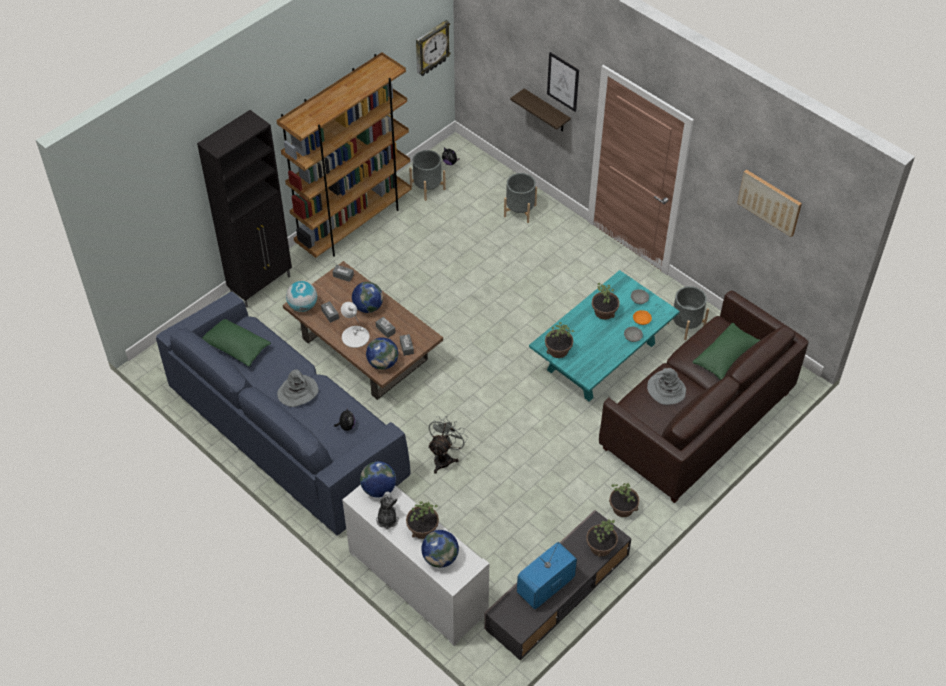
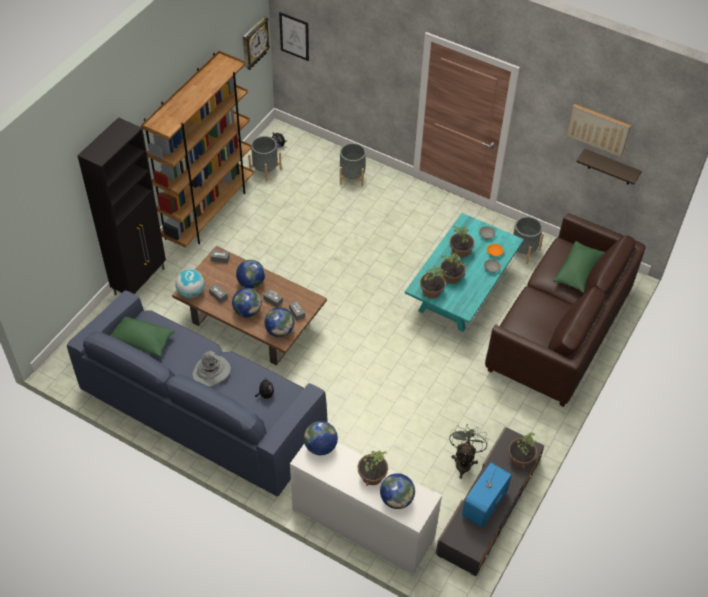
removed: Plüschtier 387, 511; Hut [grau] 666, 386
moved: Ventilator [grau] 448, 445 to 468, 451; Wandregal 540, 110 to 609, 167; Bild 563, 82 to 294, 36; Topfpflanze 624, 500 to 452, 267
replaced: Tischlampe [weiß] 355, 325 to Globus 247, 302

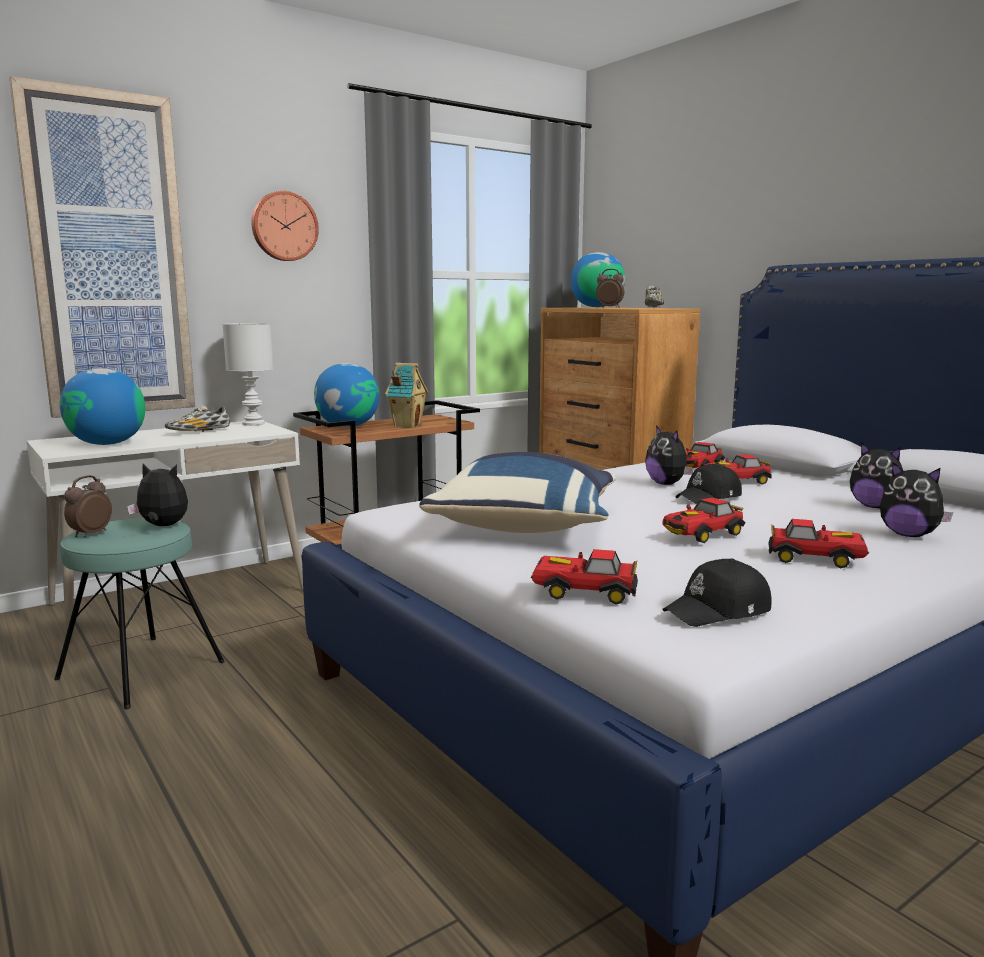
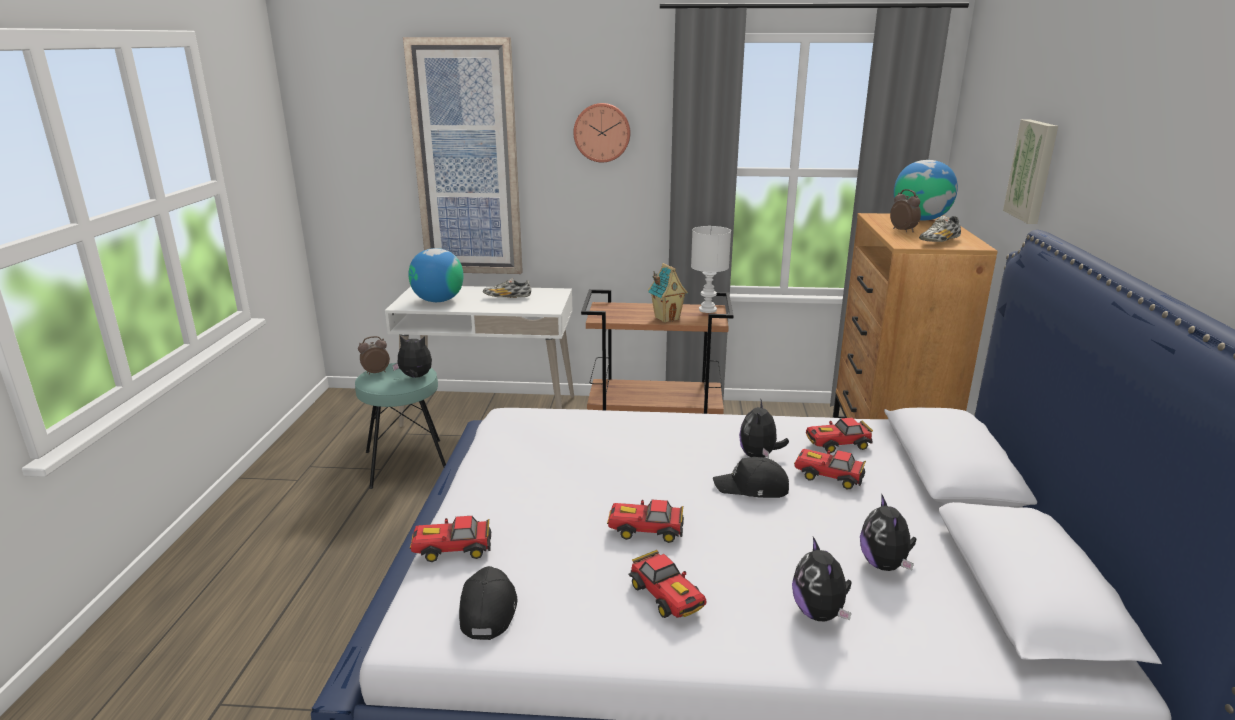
removed: Globus 346, 395; Kissen [blau] 517, 492
added: Bild 1030, 171
moved: Tischlampe [weiß] 248, 374 to 711, 269
turned: Plüschtier 157, 495 = 412, 357 45 degrees counterclockwise; Spielzeugauto 584, 577 = 450, 539 60 degrees counterclockwise; Kappe [schwarz] 717, 592 = 488, 603 75 degrees clockwise

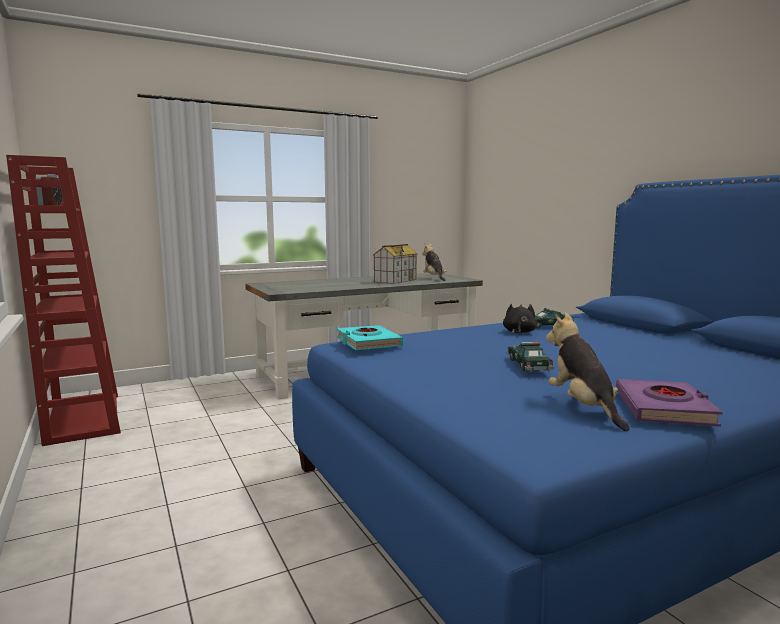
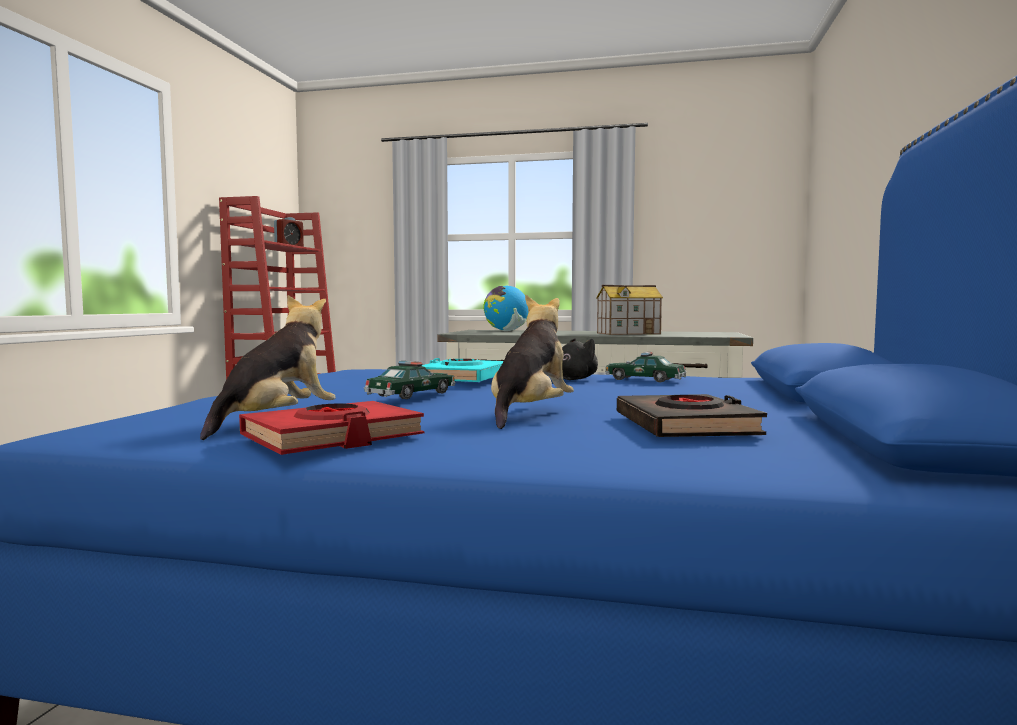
added: Globus 505, 308; Buch [schwarz] 692, 415
moved: Buch [türkis] 370, 337 to 462, 370; Plüschtier 434, 262 to 532, 361
recoloured: Buch [lila] 669, 403 to Buch [rot] 331, 428

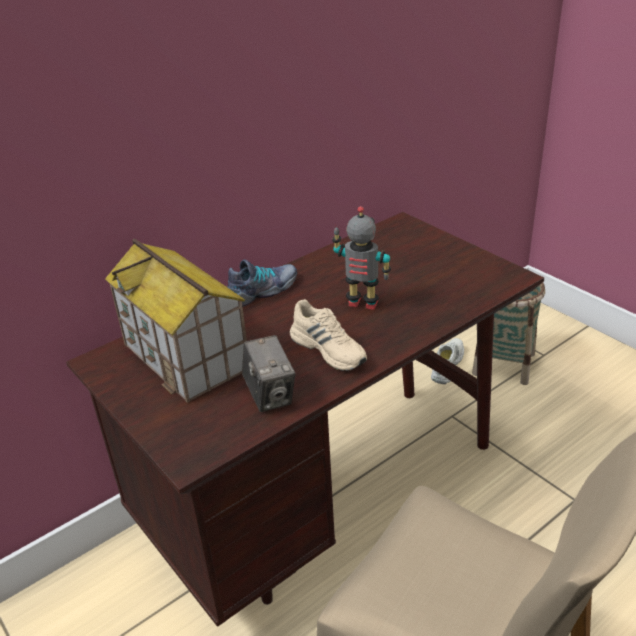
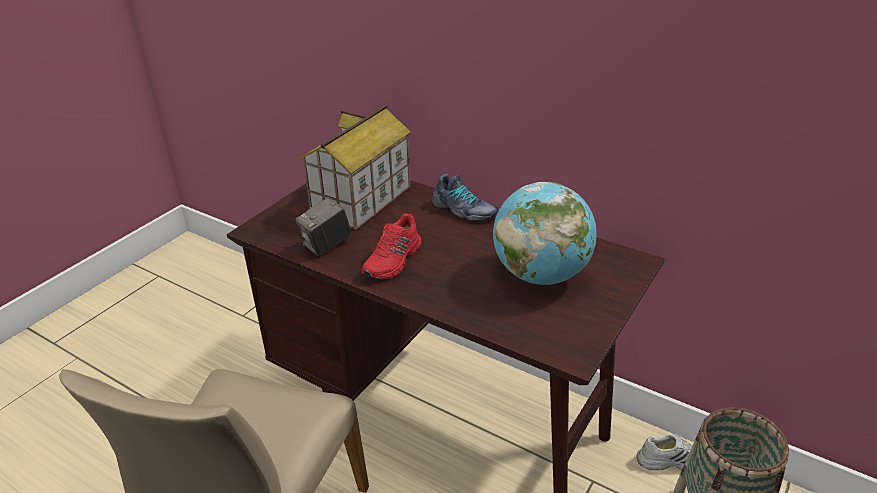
removed: Spielzeugroboter 361, 258
added: Globus 545, 233
recoloured: Schuh [beige] 328, 335 to Schuh [rot] 392, 246

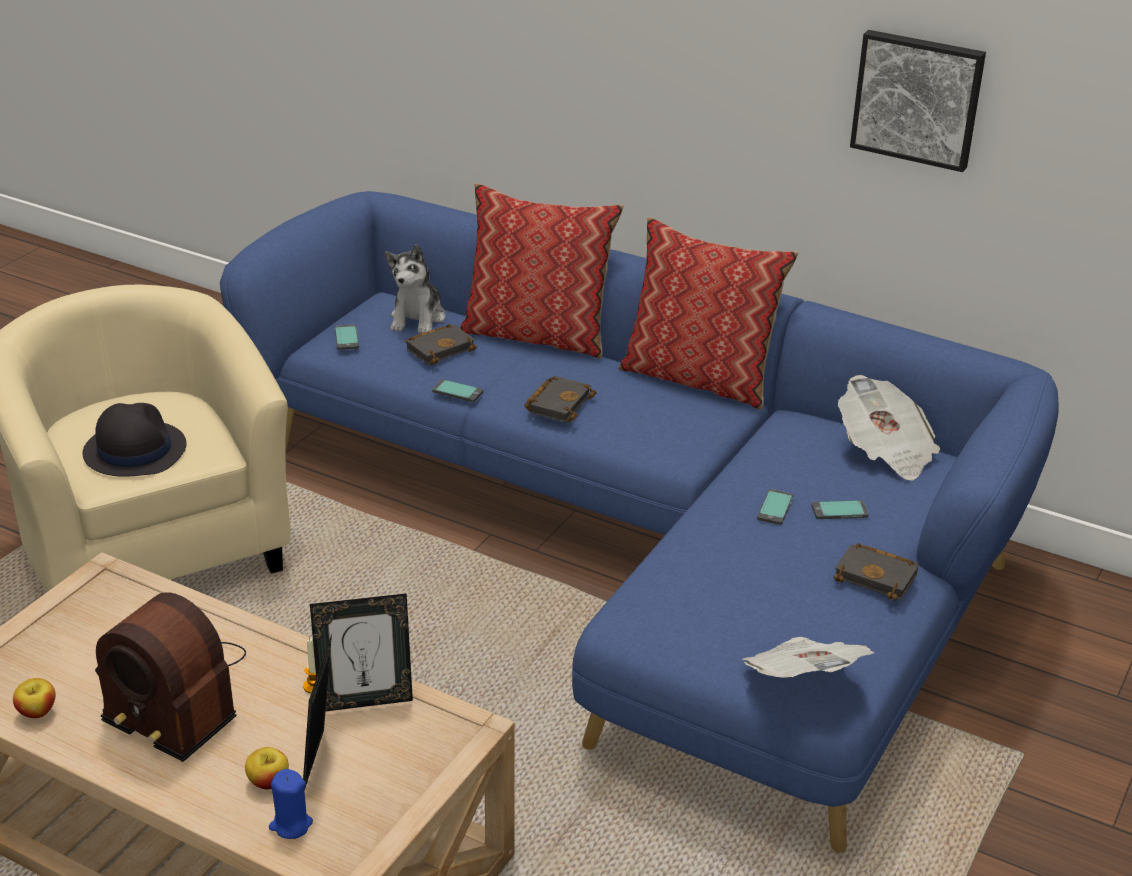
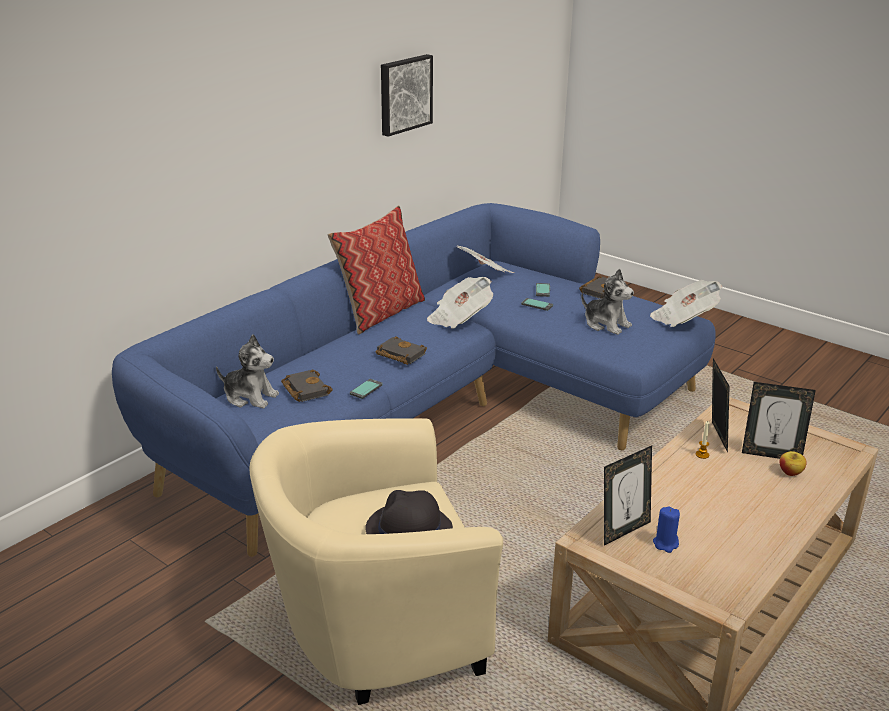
removed: Apfel 34, 698; Radio 170, 677; Handy 347, 337; Kissen 542, 271
added: Zeitung 460, 302; Plüschtier 607, 302; Bilderrahmen 628, 496
moved: Kerze [blau] 291, 804 to 666, 529

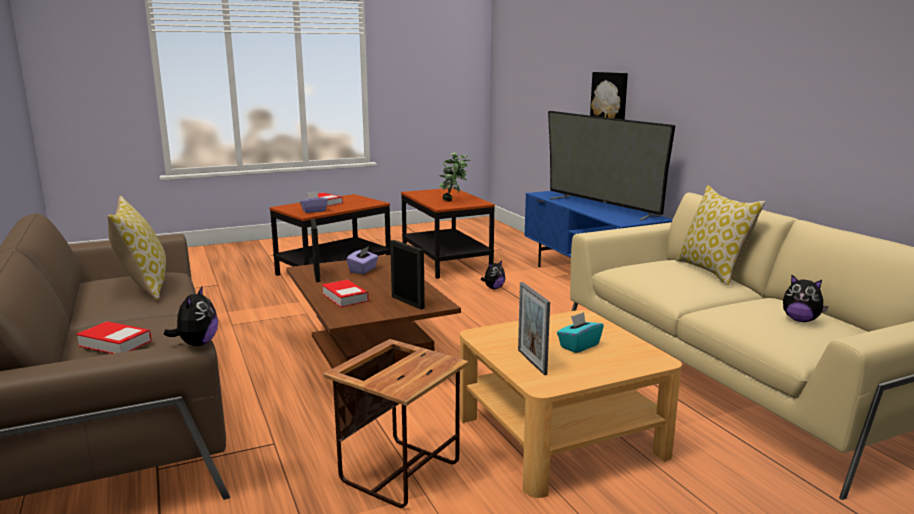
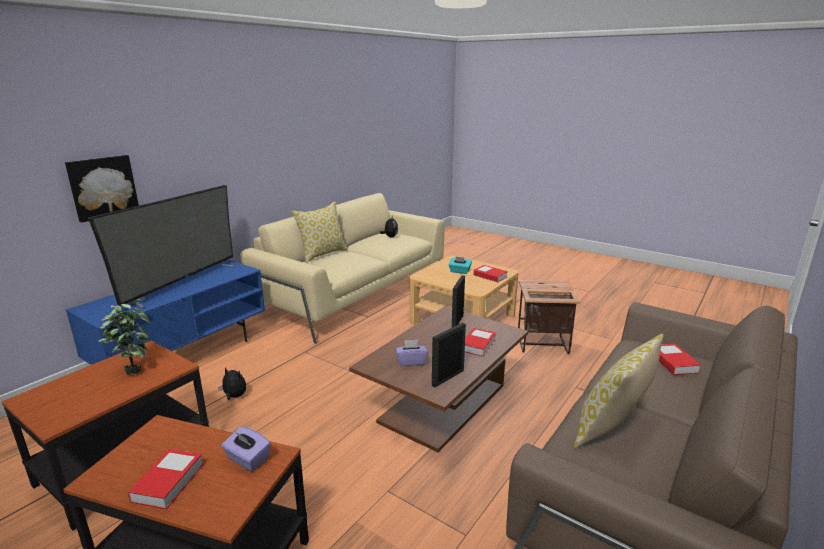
removed: Plüschtier 191, 315
replaced: Bilderrahmen 534, 328 to Buch 491, 273

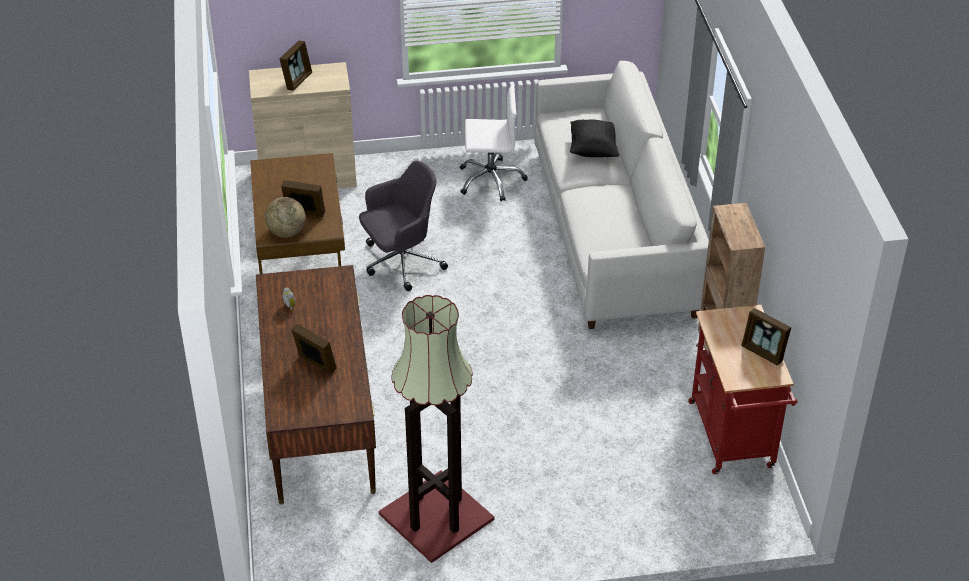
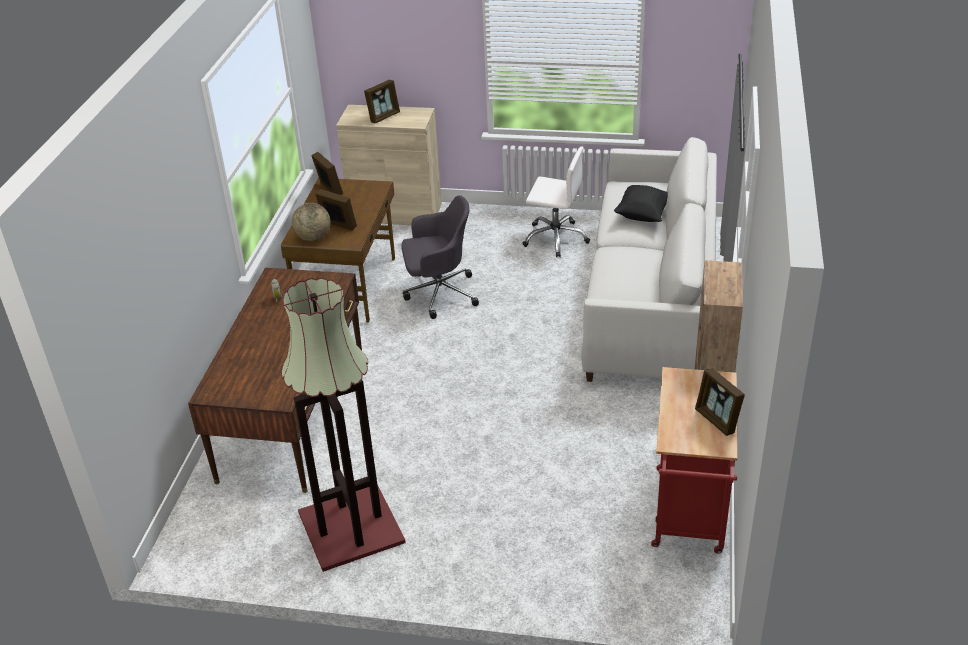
moved: Bilderrahmen 314, 349 to 327, 173

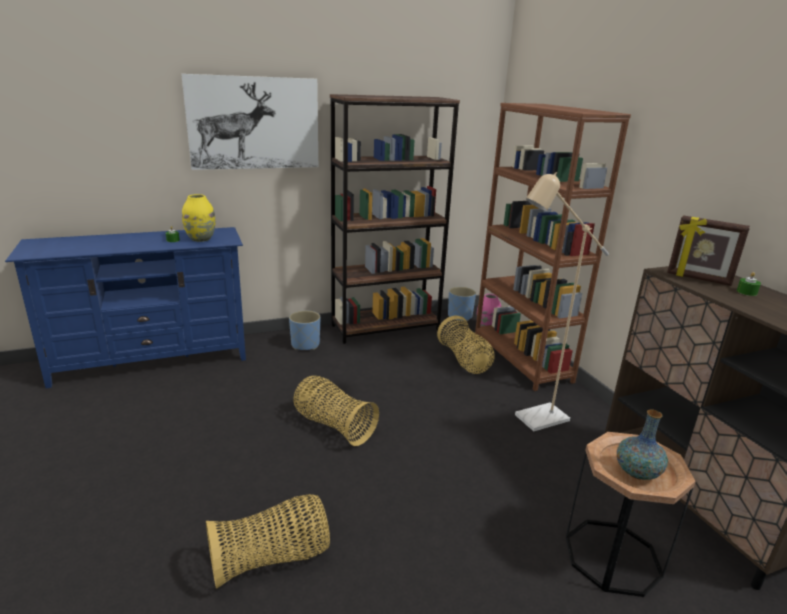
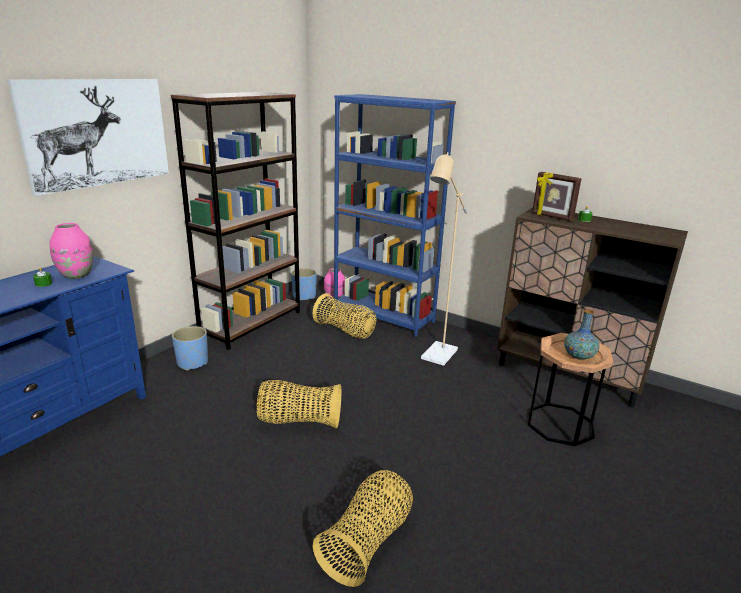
recoloured: Vase [gelb] 198, 218 to Vase [rosa] 71, 251; Bücherregal [braun] 553, 247 to Bücherregal [blau] 395, 215
turned: Bilderrahmen 708, 251 = 557, 196 45 degrees clockwise

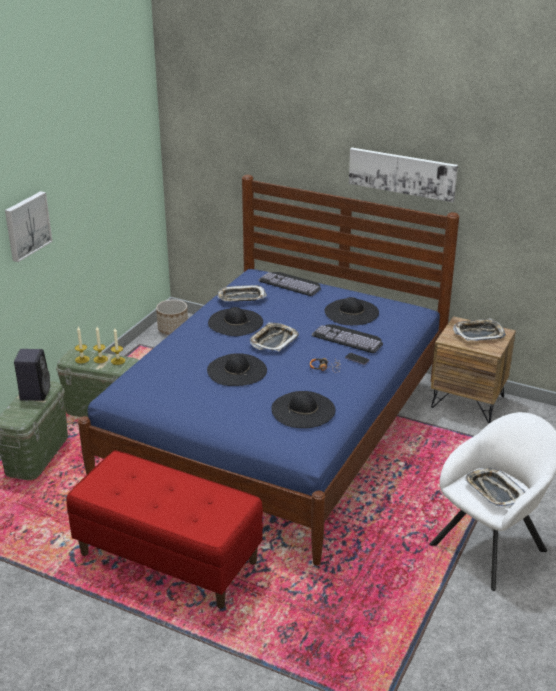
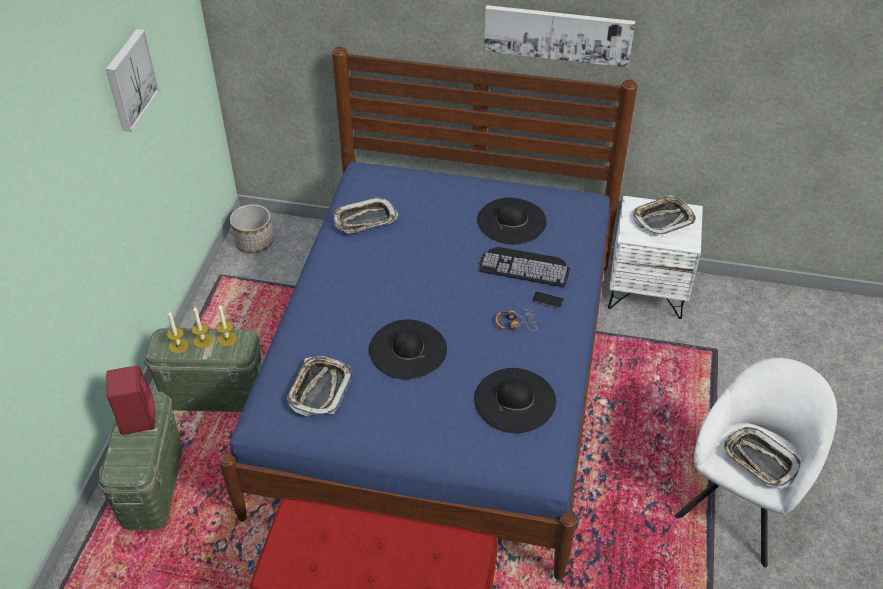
removed: Hut [schwarz] 235, 321; Tastatur 289, 284
moved: Bild 29, 226 to 132, 80; Tablett 274, 337 to 319, 386
recoloured: Lautsprecher [schwarz] 32, 375 to Lautsprecher [rot] 130, 400; Nachttisch [braun] 473, 369 to Nachttisch [weiß] 655, 257

